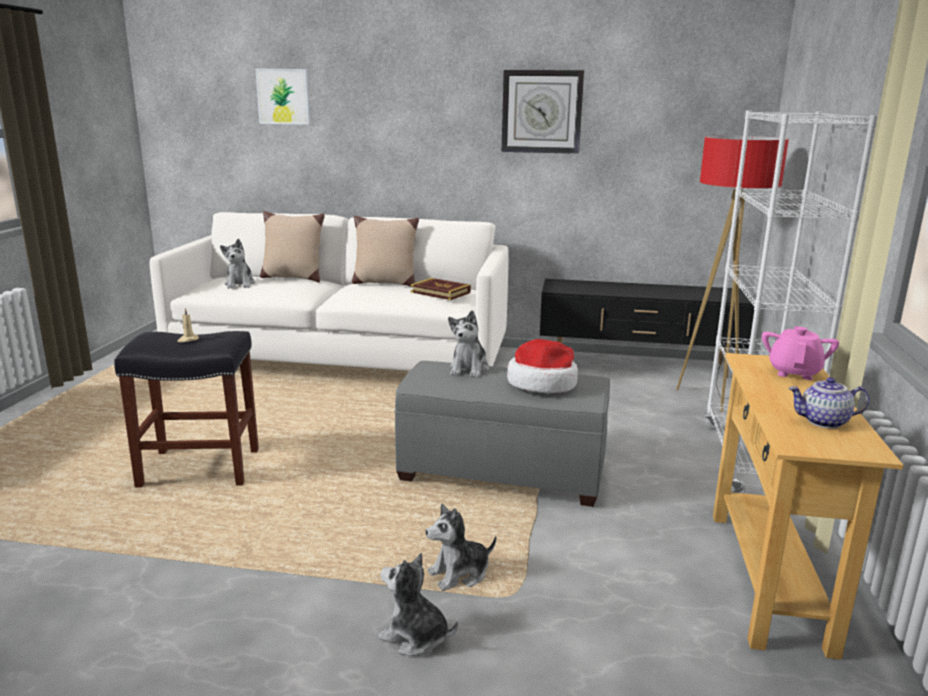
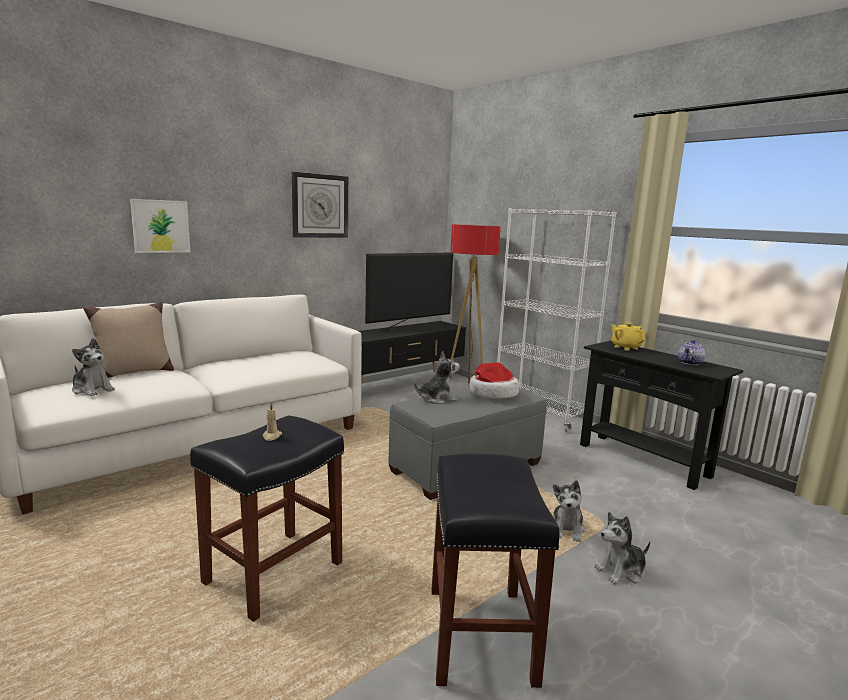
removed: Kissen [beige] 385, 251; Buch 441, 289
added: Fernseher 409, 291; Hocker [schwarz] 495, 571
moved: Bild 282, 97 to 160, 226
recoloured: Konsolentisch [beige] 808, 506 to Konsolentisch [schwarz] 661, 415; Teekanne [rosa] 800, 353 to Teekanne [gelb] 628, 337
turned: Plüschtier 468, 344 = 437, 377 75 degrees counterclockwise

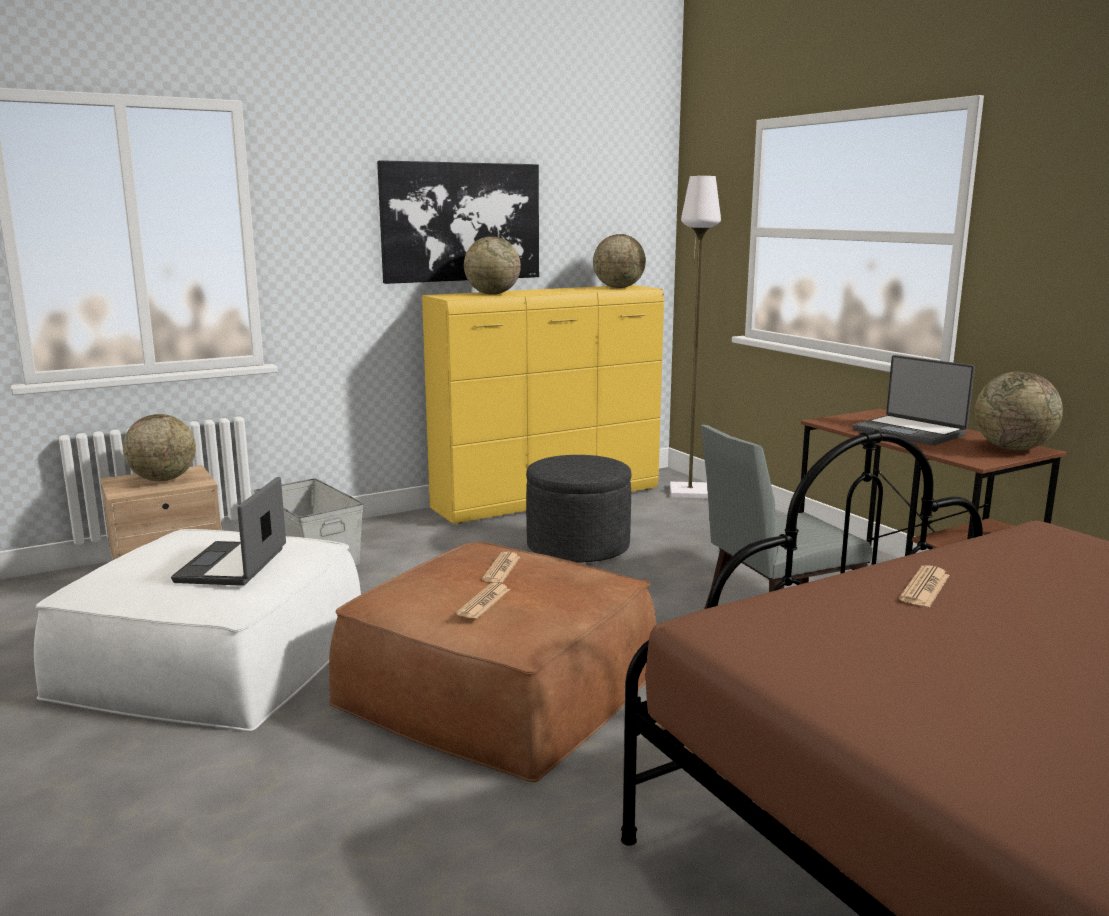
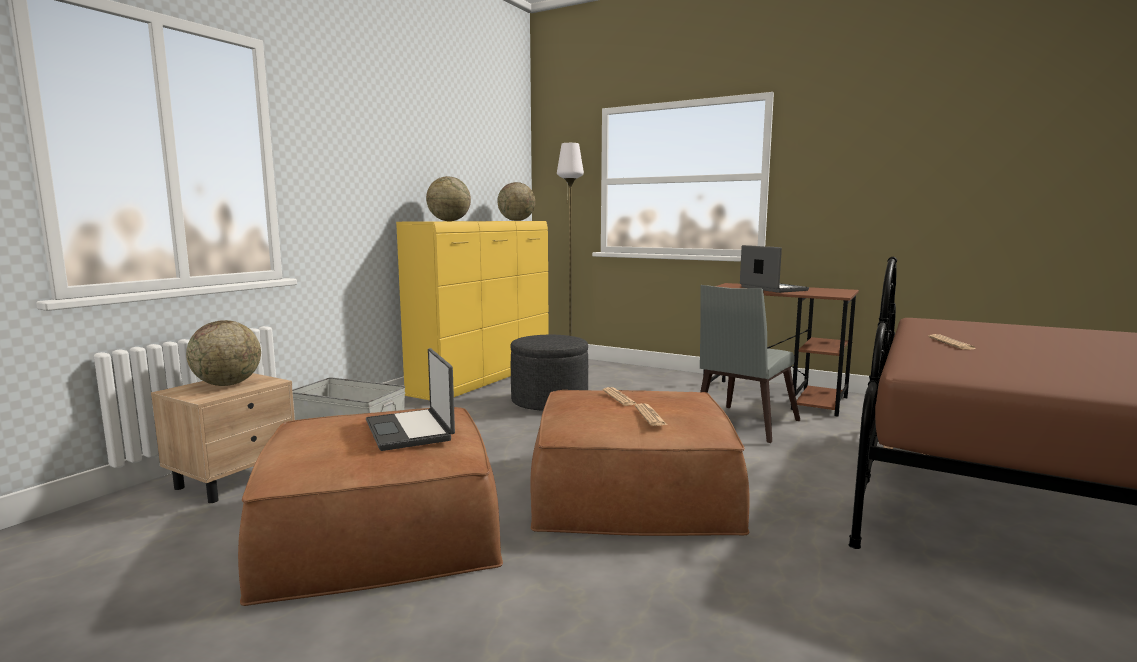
removed: Bild 458, 222; Globus 1019, 411
recoloured: Polsterhocker [weiß] 197, 630 to Polsterhocker [braun] 370, 506
turned: Laptop 914, 400 = 774, 269 135 degrees counterclockwise

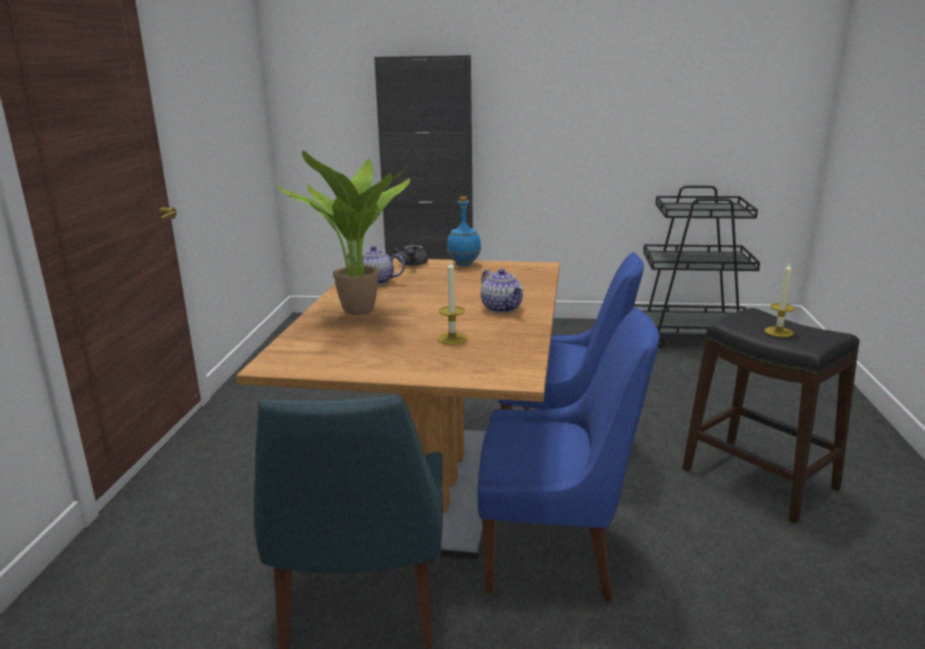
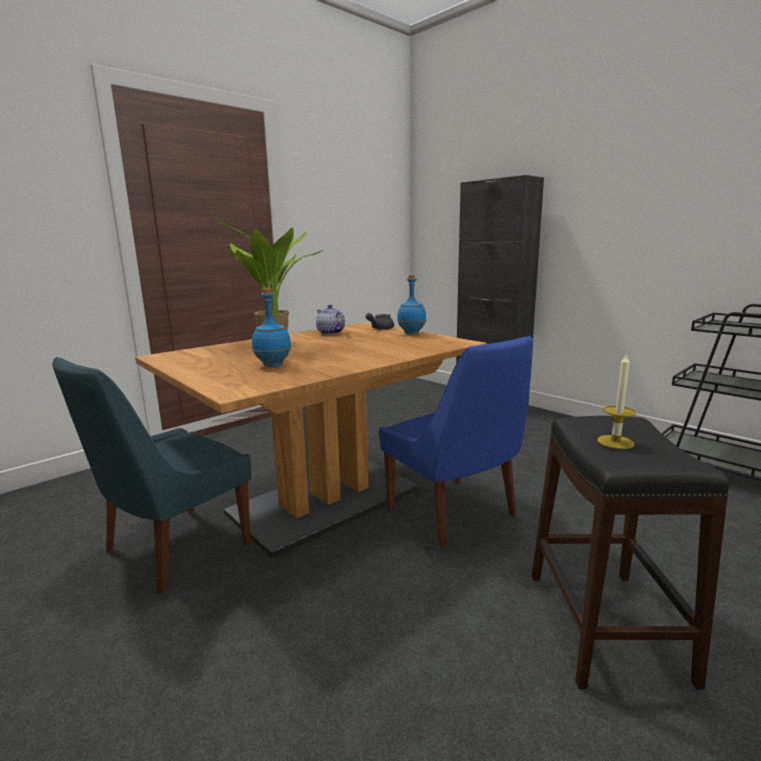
removed: Stuhl [blau] 568, 455; Teekanne 502, 291
replaced: Kerze 452, 302 to Flasche [blau] 271, 327

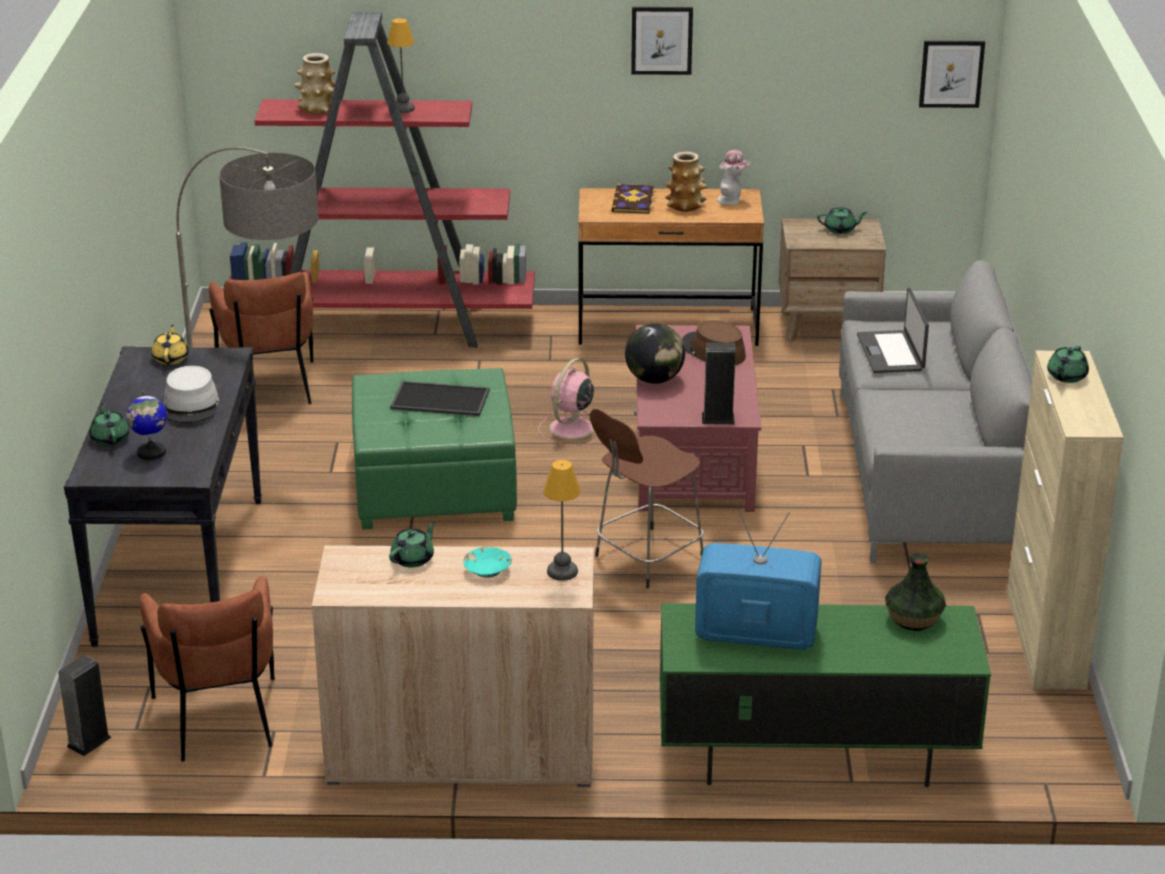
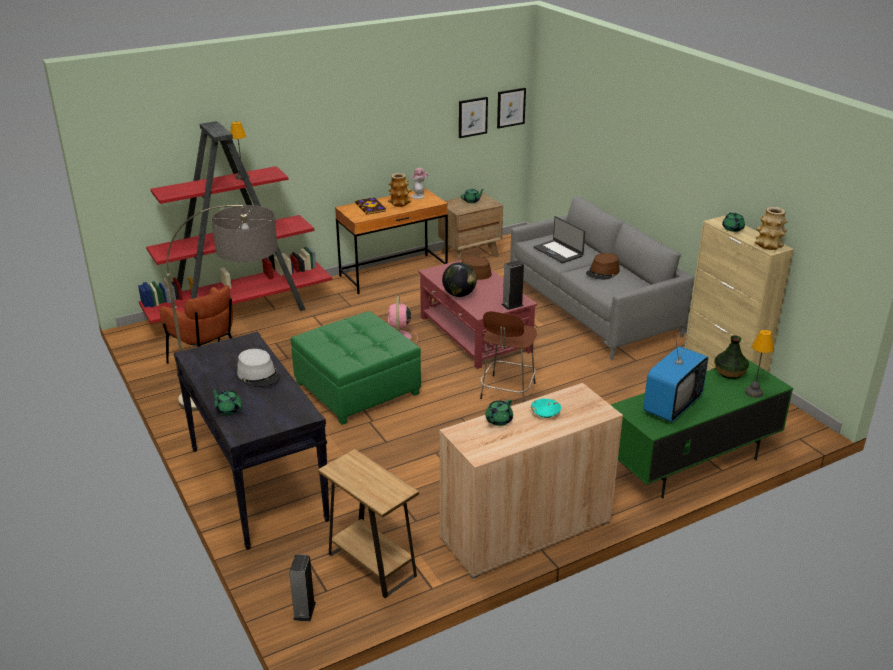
removed: Globus 146, 424; Teekanne [gelb] 170, 344; Tablett 440, 398
added: Hut [braun] 603, 266
moved: Vase 315, 83 to 771, 228; Tischlampe 562, 520 to 759, 364; Bild 662, 41 to 473, 117
replaced: Sessel [braun] 207, 669 to Beistelltisch [braun] 368, 523
turned: Teekanne [grün] 412, 544 = 499, 412 150 degrees counterclockwise; Fernseher 758, 578 = 675, 374 150 degrees clockwise

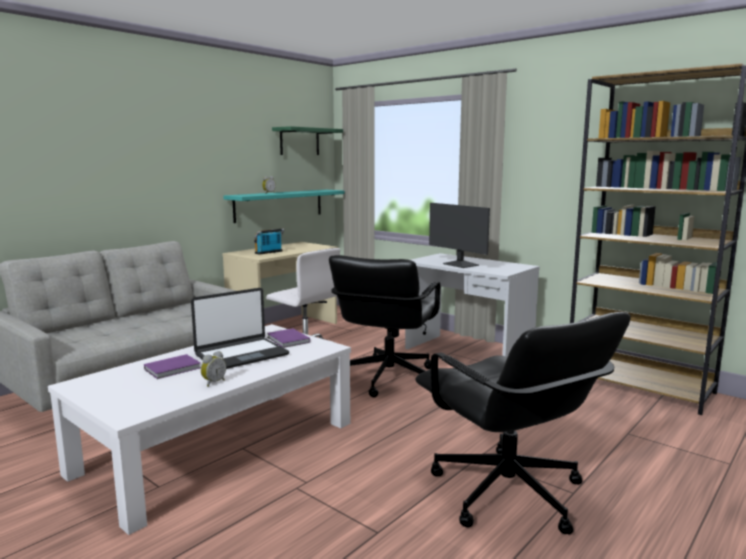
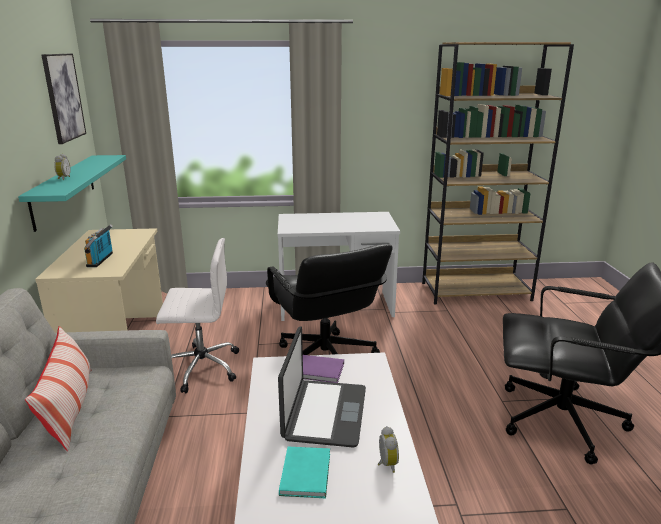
removed: Monitor 459, 235
added: Kissen 58, 388
replaced: Wandregal [grün] 307, 140 to Bild 63, 99
recoloured: Buch [lila] 172, 366 to Buch [türkis] 304, 472

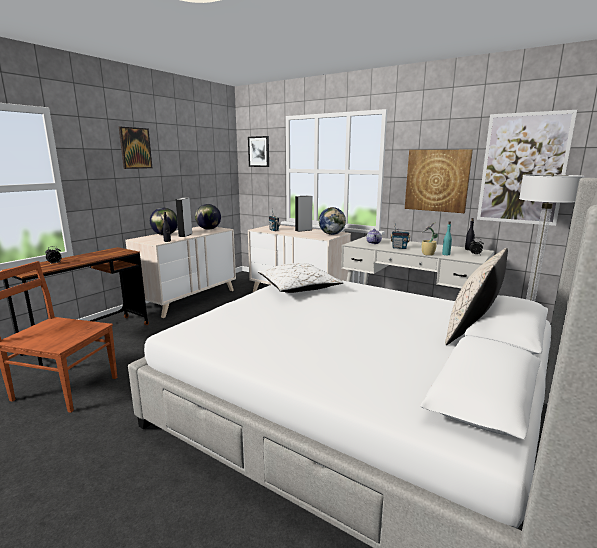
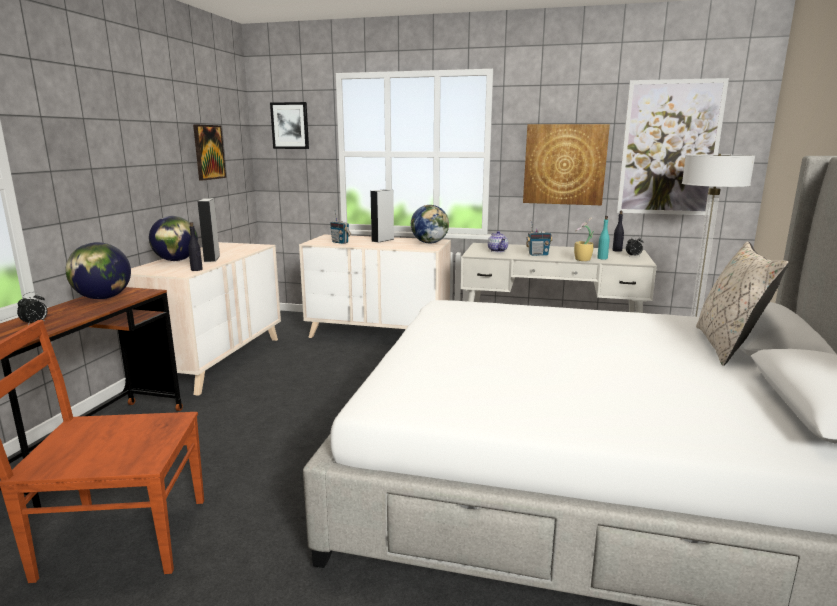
removed: Kissen [weiß] 301, 278
moved: Bild 135, 148 to 209, 152; Globus 208, 217 to 98, 270

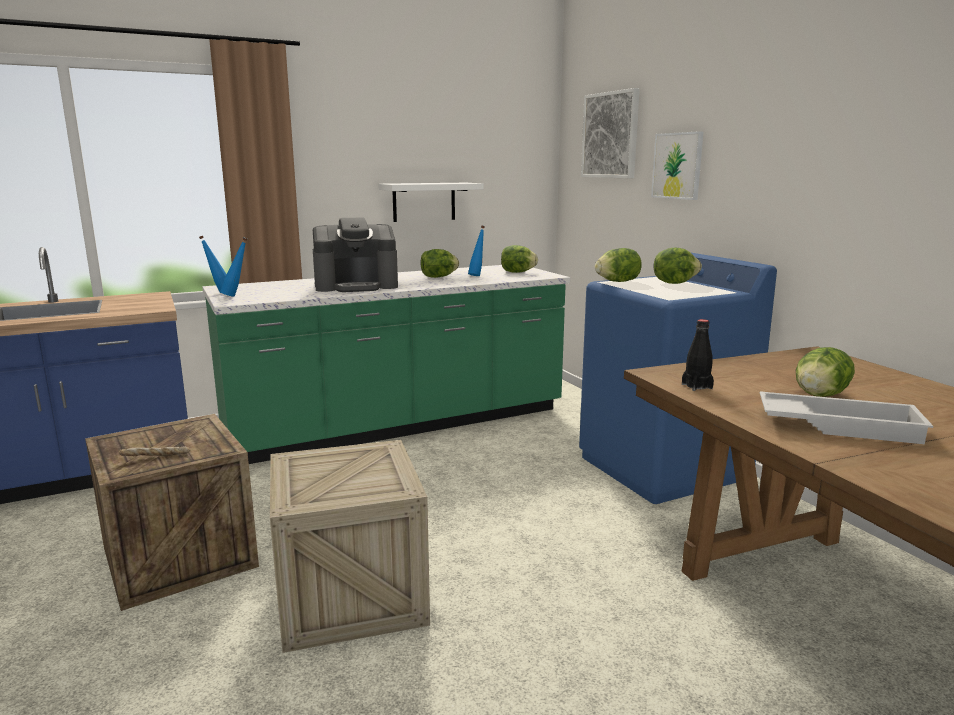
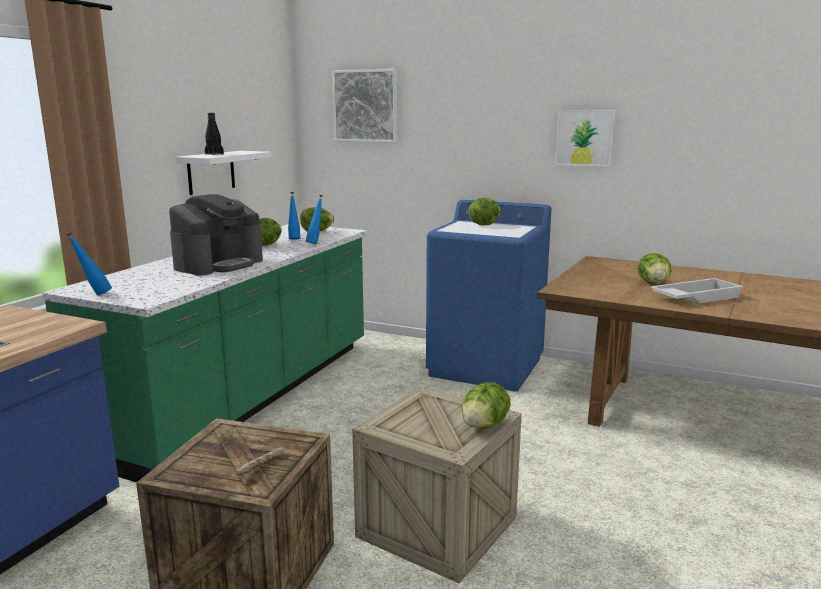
moved: Flasche [blau] 233, 267 to 314, 219; Salatkopf 618, 265 to 486, 405; Bild 677, 165 to 585, 138; Flasche [schwarz] 698, 355 to 214, 134

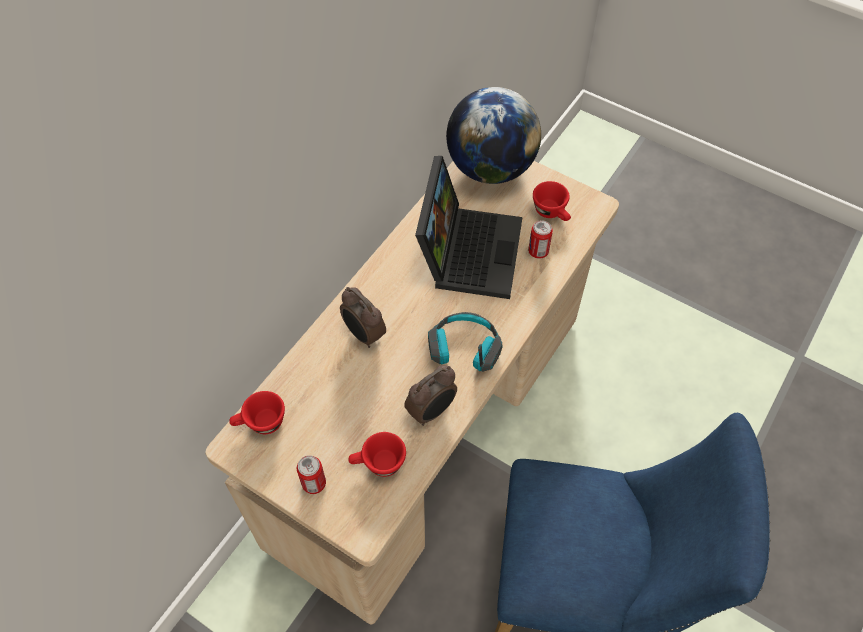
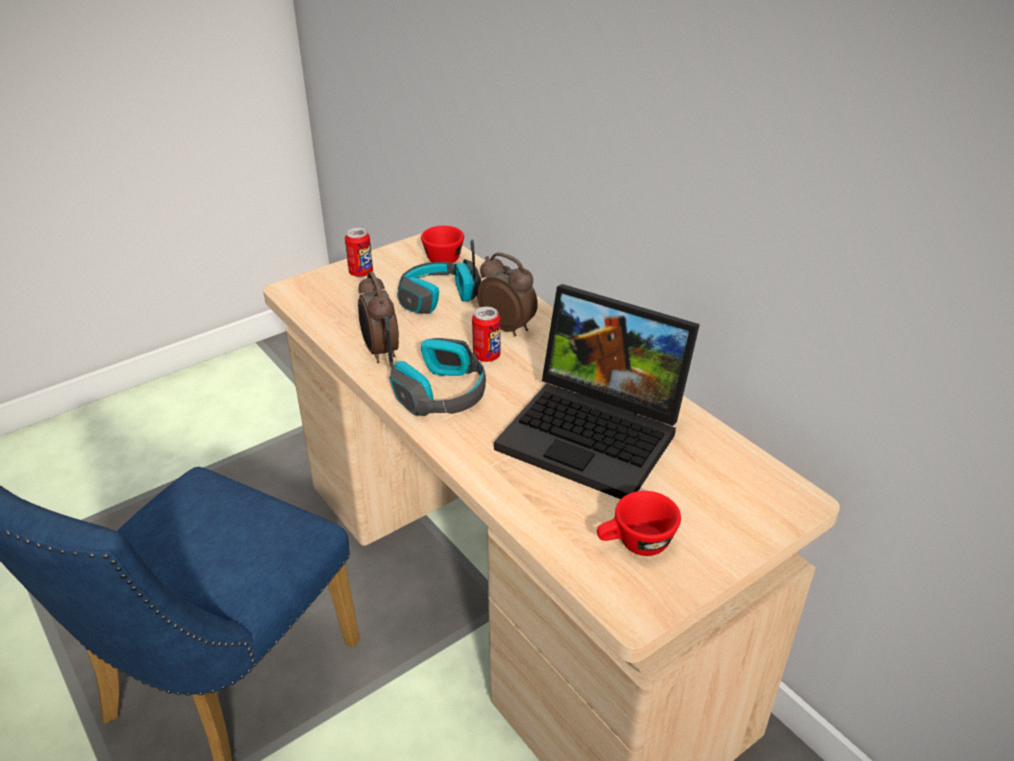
removed: Tasse [rot] 377, 454; Globus 493, 135
added: Kopfhörer 439, 276
moved: Dose 540, 239 to 486, 334
turned: Wecker 363, 317 = 507, 294 60 degrees clockwise

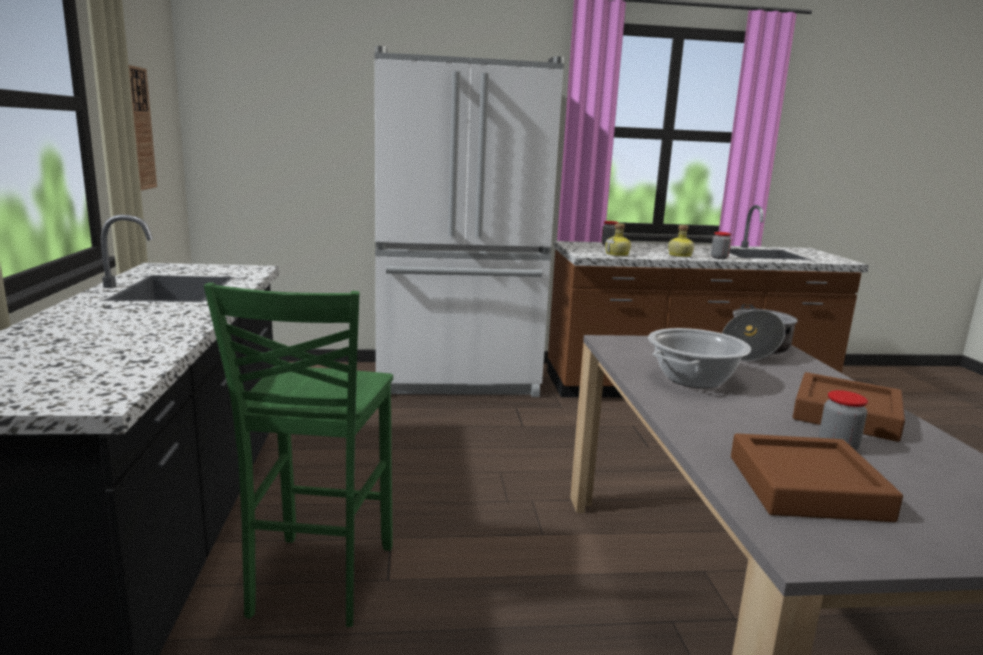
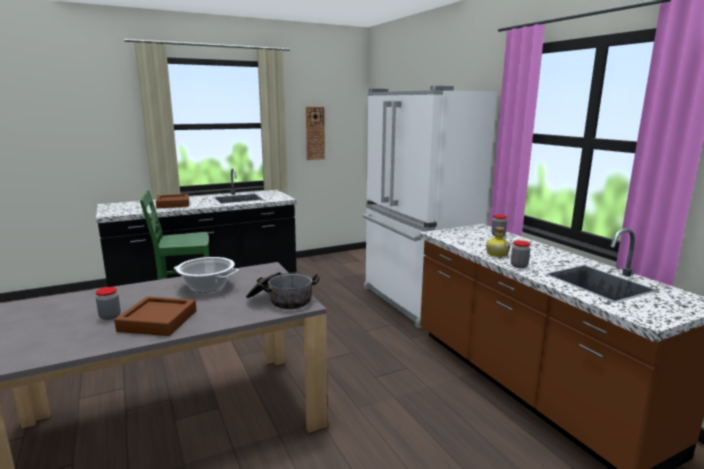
removed: Flasche 618, 239
moved: Tablett [braun] 817, 477 to 172, 201

